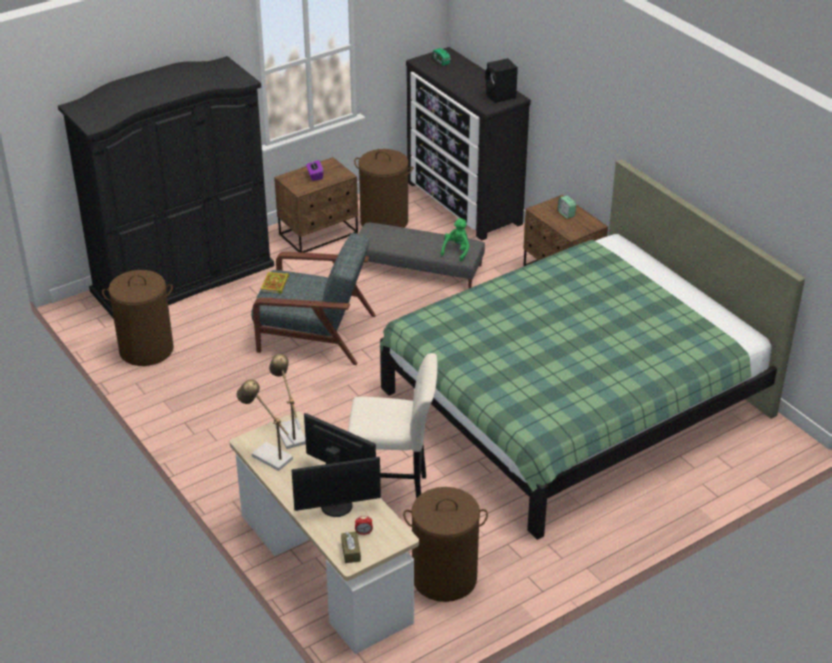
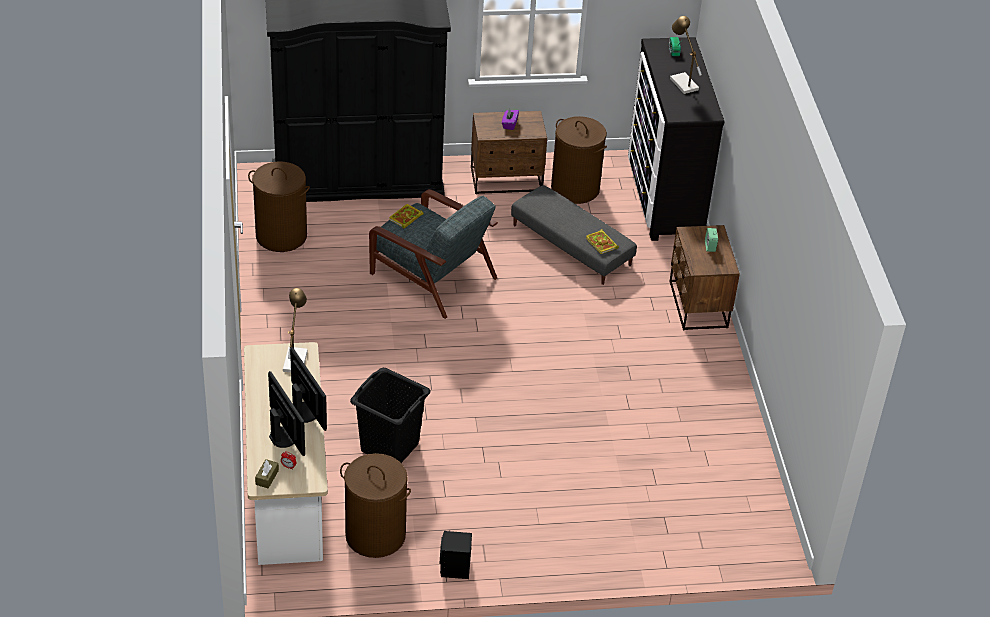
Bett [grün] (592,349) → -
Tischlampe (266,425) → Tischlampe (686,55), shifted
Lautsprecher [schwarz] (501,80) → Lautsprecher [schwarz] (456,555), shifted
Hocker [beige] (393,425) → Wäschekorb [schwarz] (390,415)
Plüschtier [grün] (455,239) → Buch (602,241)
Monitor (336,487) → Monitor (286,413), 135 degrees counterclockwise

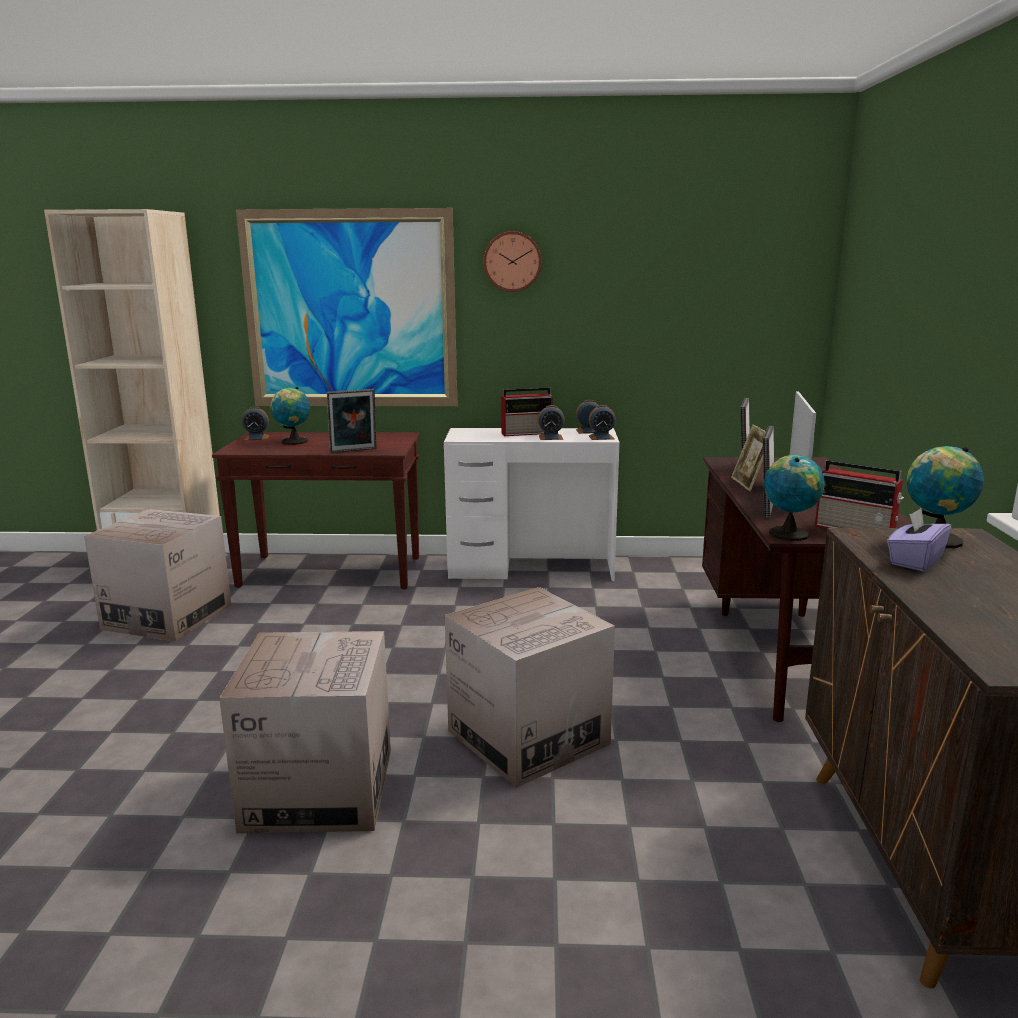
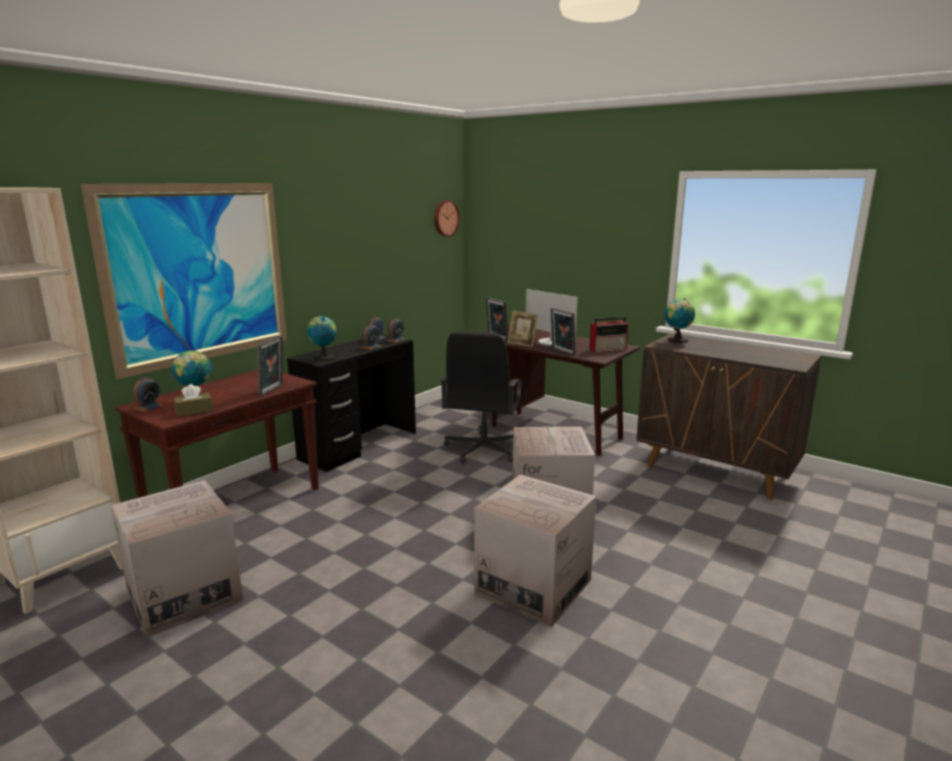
Radio (527,411) → -
Taschentuchbox [lila] (919,539) → -
- → Taschentuchbox [braun] (193,400)
- → Bürostuhl [schwarz] (481,397)
Wanduhr (512,261) → Wanduhr (447,218), shifted
Globus (794,498) → Globus (322,338), shifted
Schreibtisch [weiß] (532,504) → Schreibtisch [schwarz] (351,403)

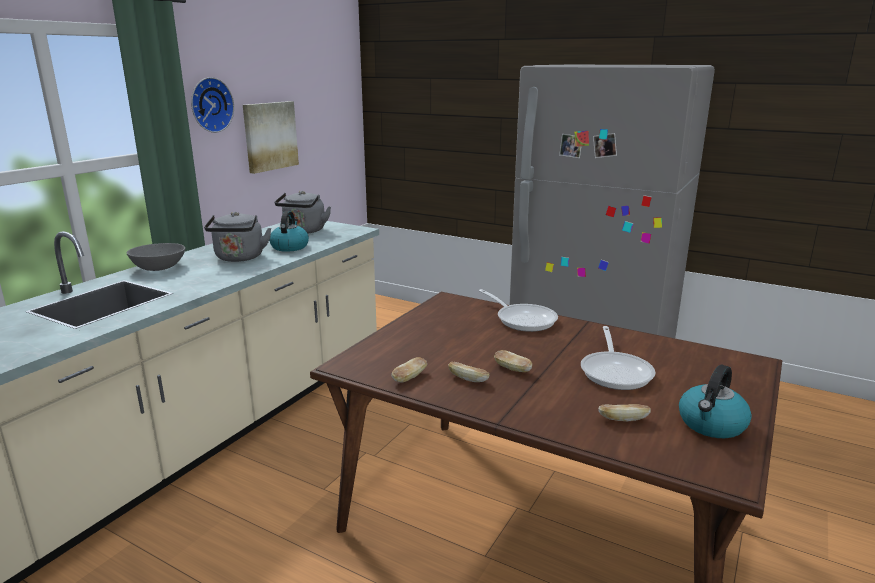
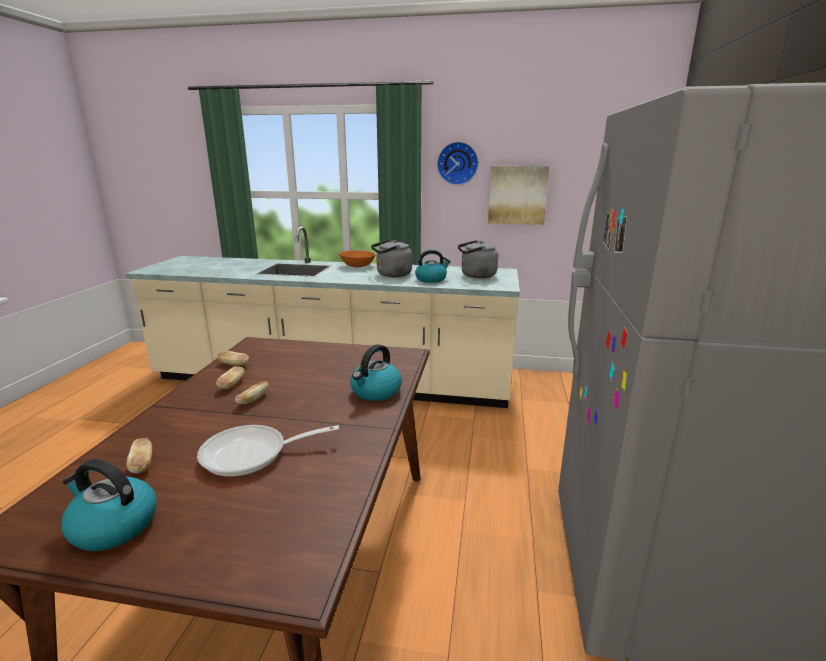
Pfanne (518,310) → Wasserkessel (376,372)
Schüssel [grau] (156,257) → Schüssel [orange] (357,258)

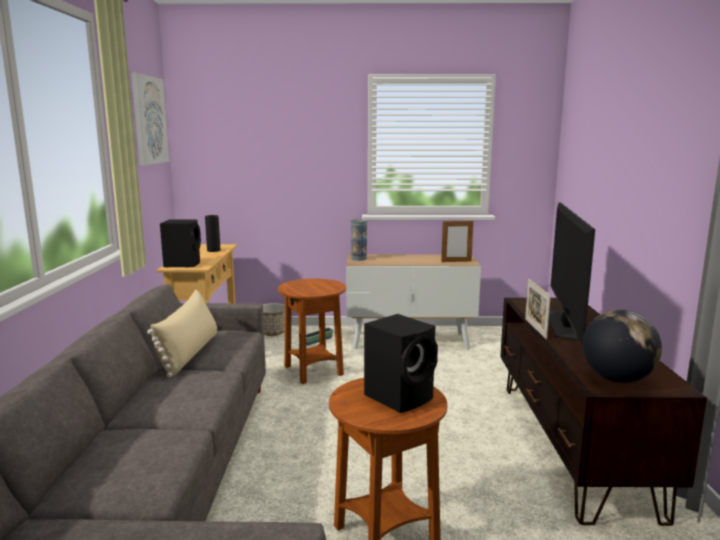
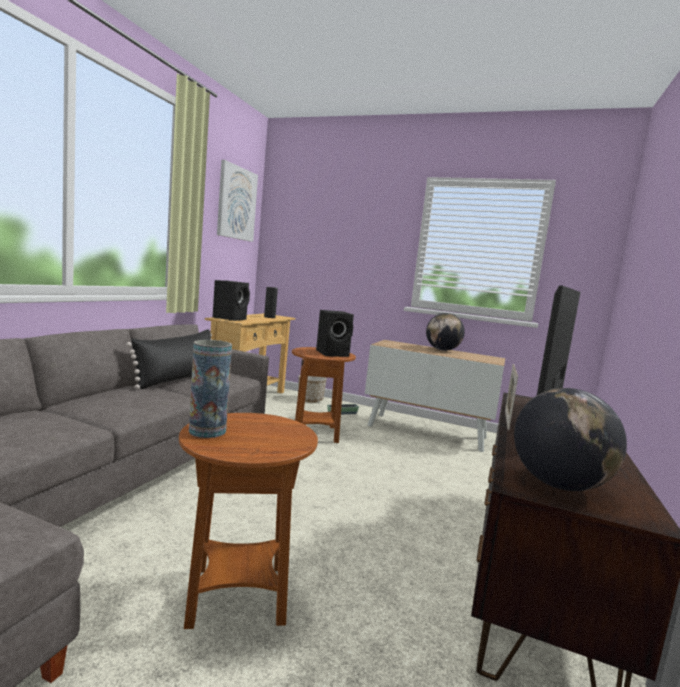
Bilderrahmen (457,241) → -
- → Globus (445,332)
Vase (359,240) → Vase (210,389), shifted
Lautsprecher [schwarz] (401,363) → Lautsprecher [schwarz] (335,333), shifted
Kissen [beige] (182,334) → Kissen [schwarz] (169,359)

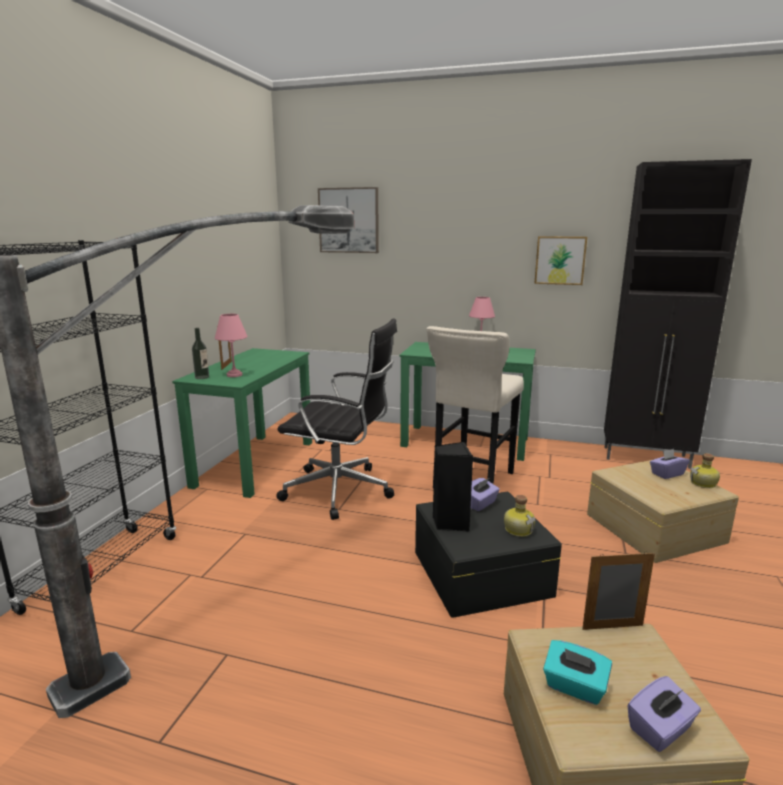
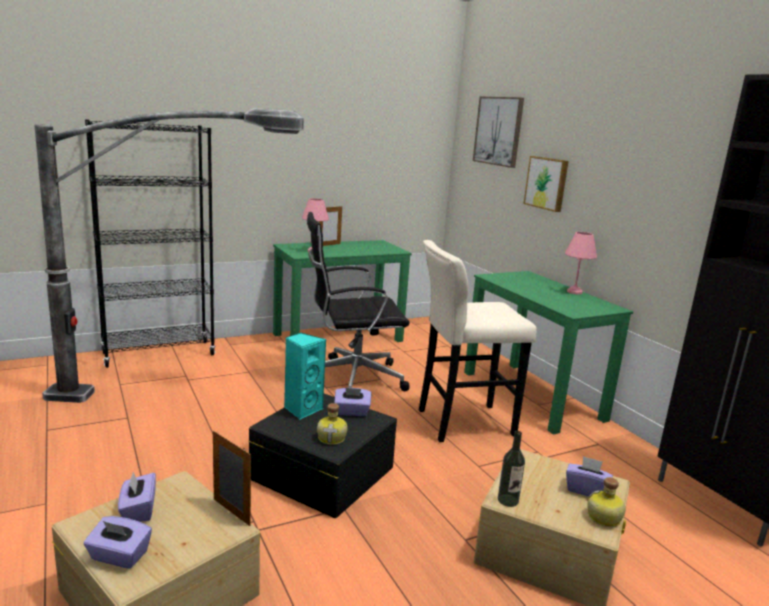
Flasche (200,353) → Flasche (511,469), shifted
Bild (560,260) → Bild (545,184), shifted
Lautsprecher [schwarz] (453,487) → Lautsprecher [türkis] (305,375)
Taschentuchbox [türkis] (577,672) → Taschentuchbox [lila] (137,497)
Bürostuhl [schwarz] (336,419) → Bürostuhl [schwarz] (358,301), 105 degrees clockwise

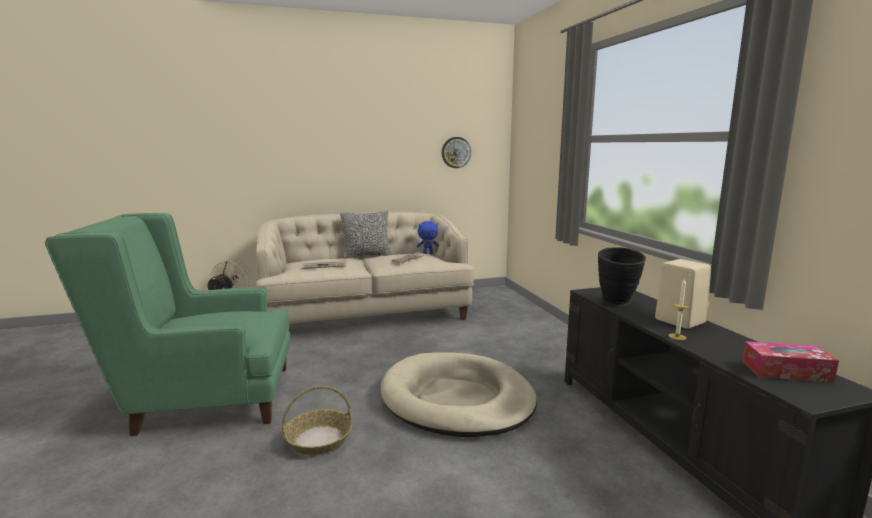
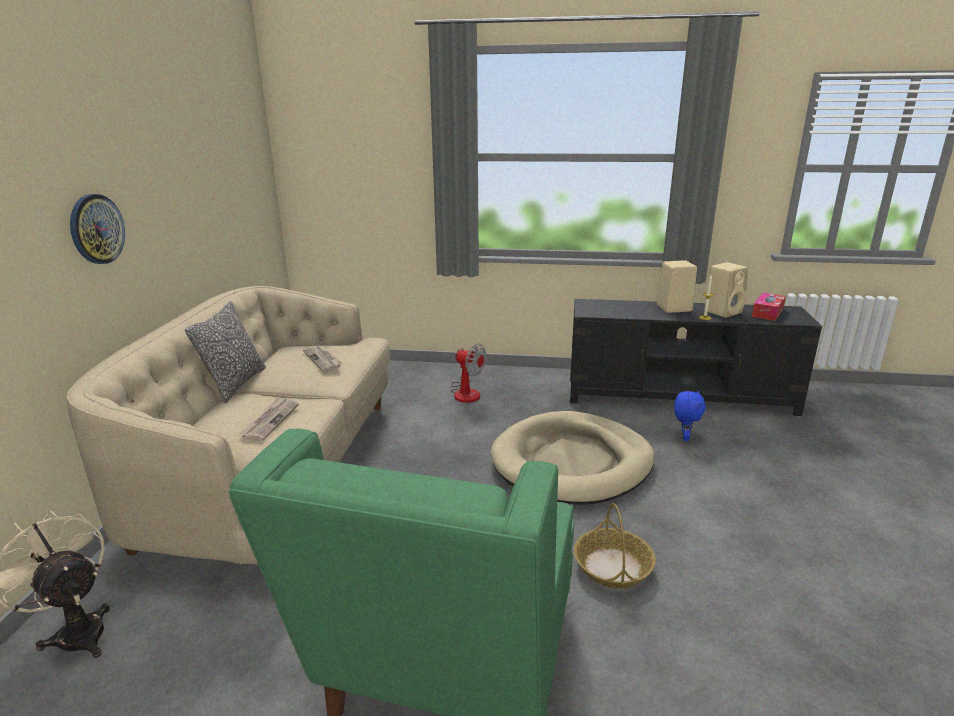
Vase [schwarz] (622,276) → -
- → Ventilator (469,373)
- → Lautsprecher [beige] (726,290)
Plüschtier [blau] (428,237) → Plüschtier [blau] (690,415), shifted
Wanduhr (456,152) → Wanduhr (97,229), shifted

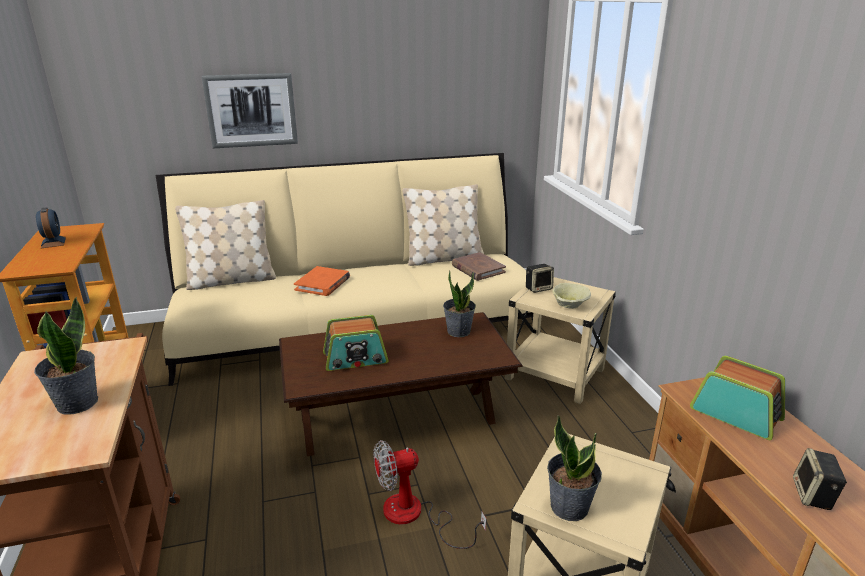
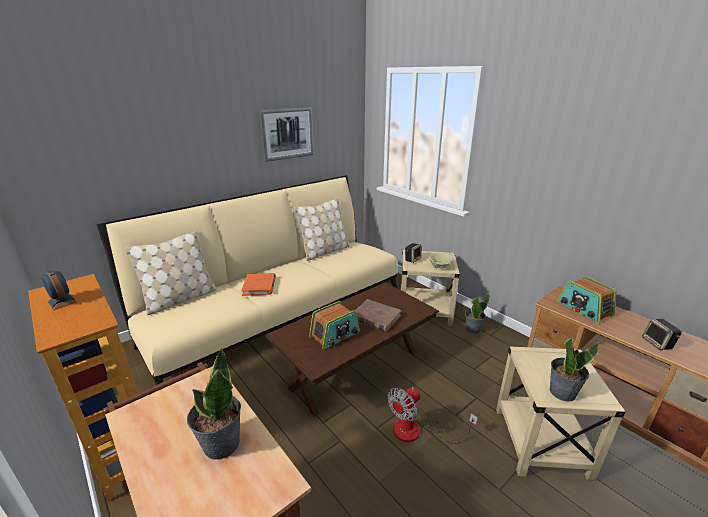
Bild (249,110) → Bild (286,134), shifted
Topfpflanze (459,304) → Topfpflanze (477,314), shifted
Buch [braun] (479,266) → Buch [braun] (378,315), shifted
Radio (737,398) → Radio (586,299), 135 degrees counterclockwise

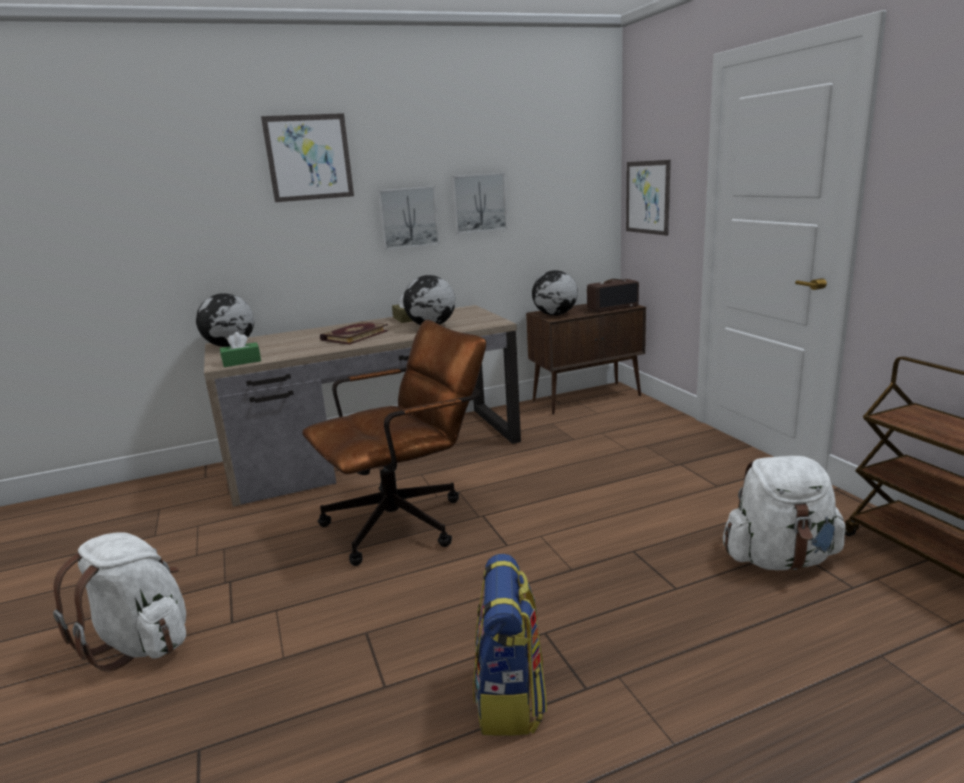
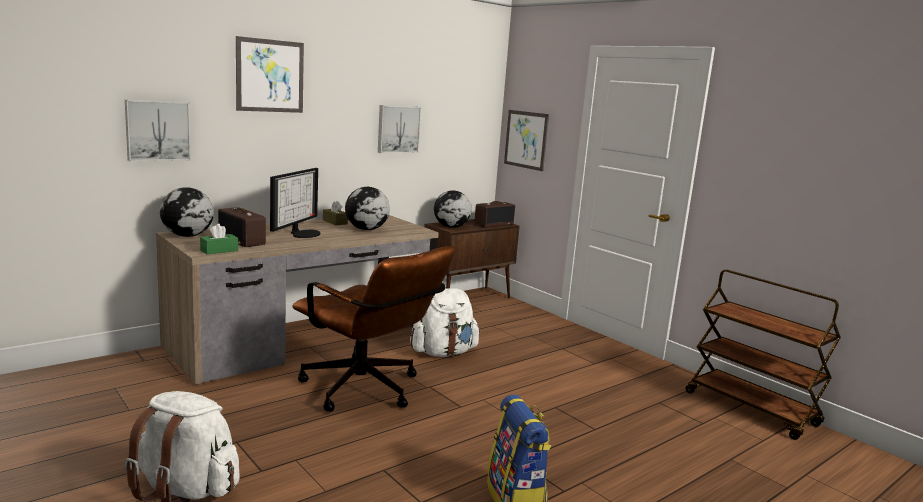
- → Radio (242,227)
Bild (409,218) → Bild (158,130), shifted
Rucksack [weiß] (784,513) → Rucksack [weiß] (445,322), shifted
Buch (354,333) → Monitor (295,203)
Bürostuhl [braun] (394,443) → Bürostuhl [braun] (373,329), 90 degrees clockwise

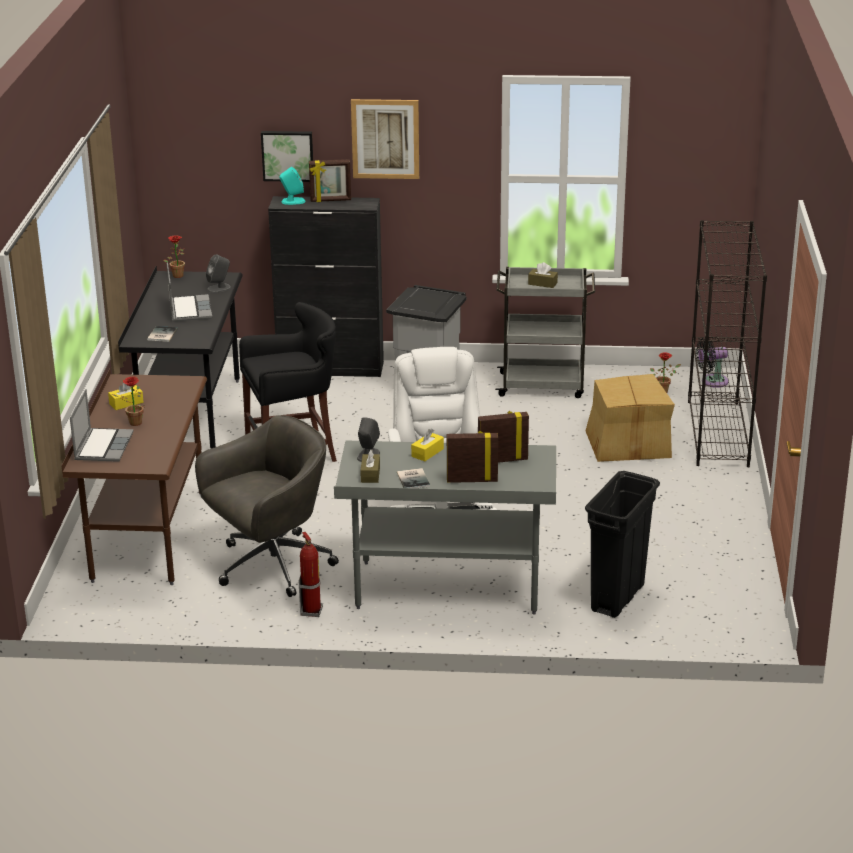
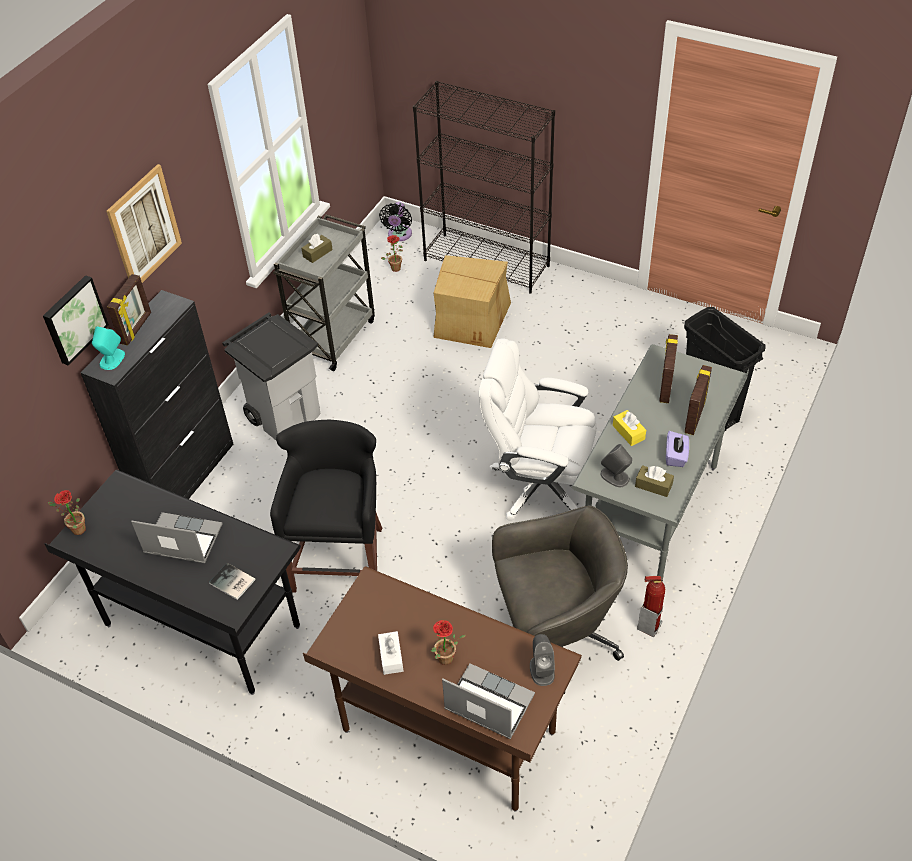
Lautsprecher [grau] (218,273) → Lautsprecher [grau] (542,660), shifted
Buch (413,478) → Taschentuchbox [lila] (677,449)
Taschentuchbox [gelb] (125,396) → Taschentuchbox [weiß] (390,653)
Bürostuhl [grau] (267,506) → Bürostuhl [grau] (560,600), 90 degrees clockwise

